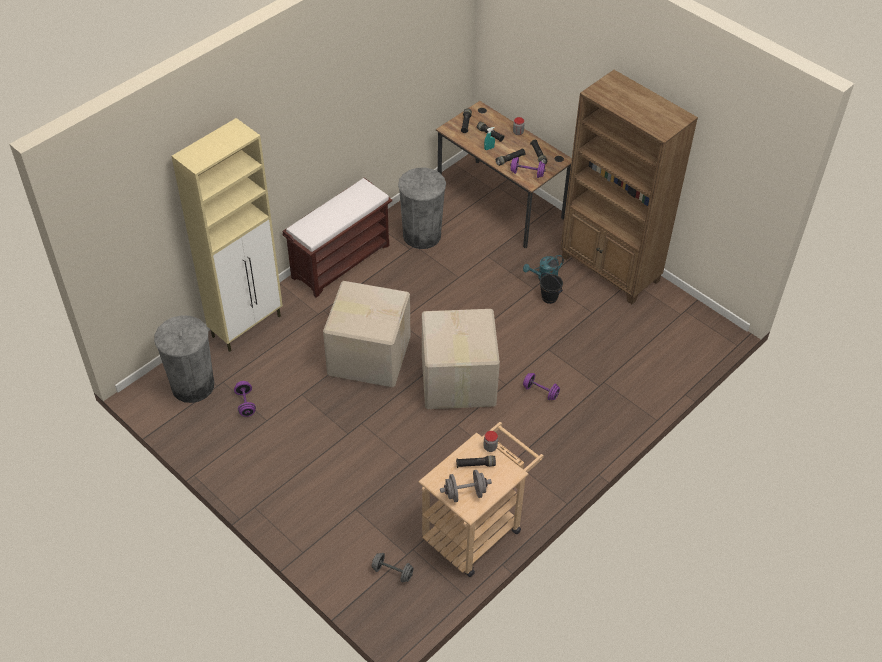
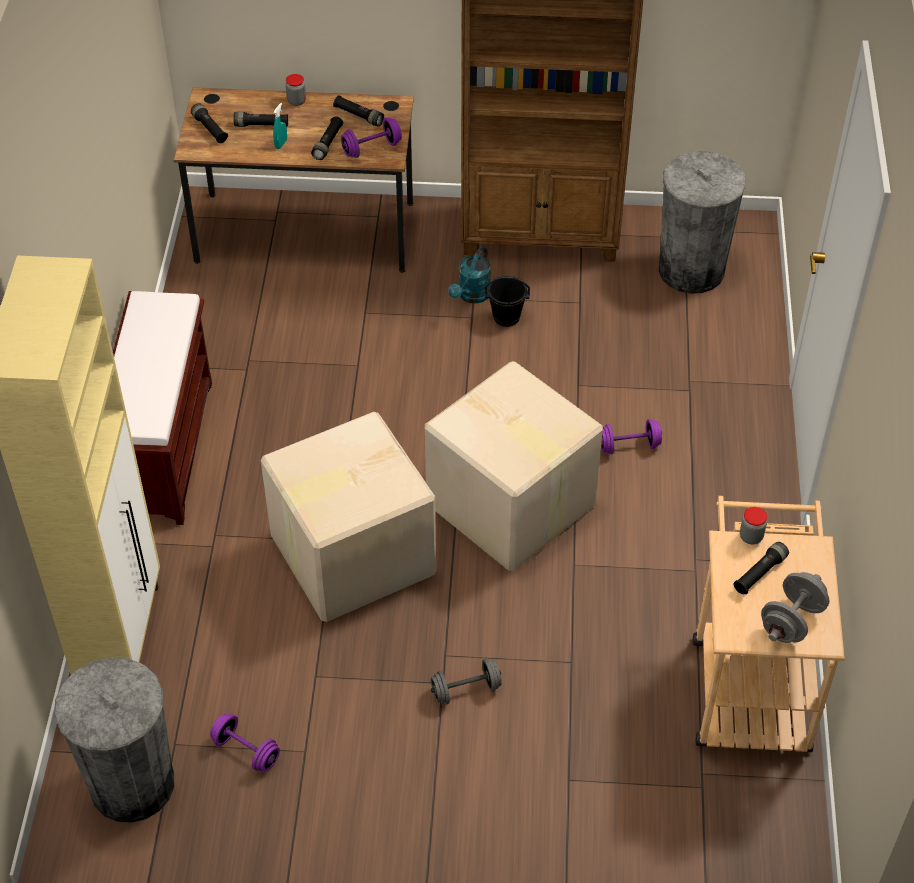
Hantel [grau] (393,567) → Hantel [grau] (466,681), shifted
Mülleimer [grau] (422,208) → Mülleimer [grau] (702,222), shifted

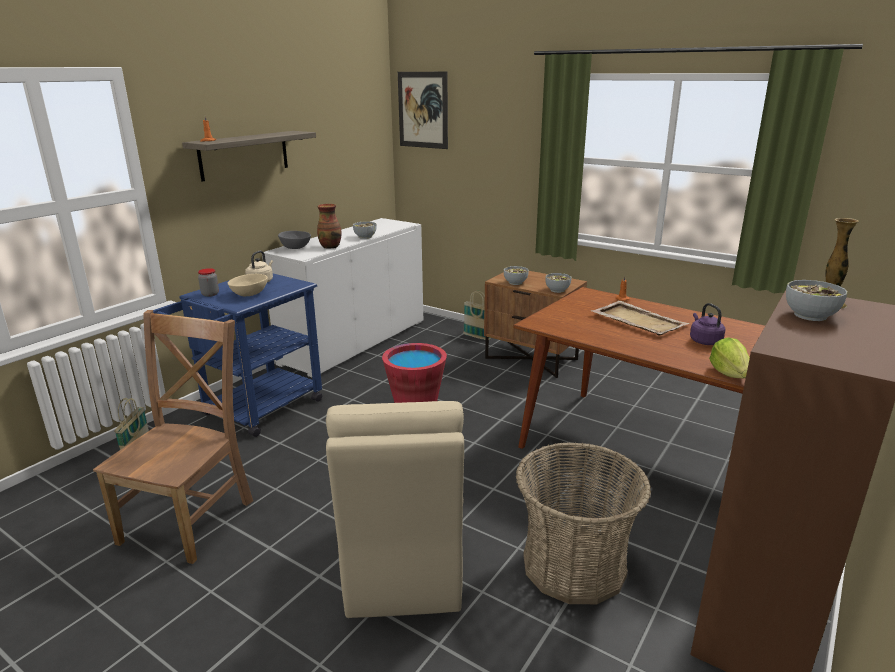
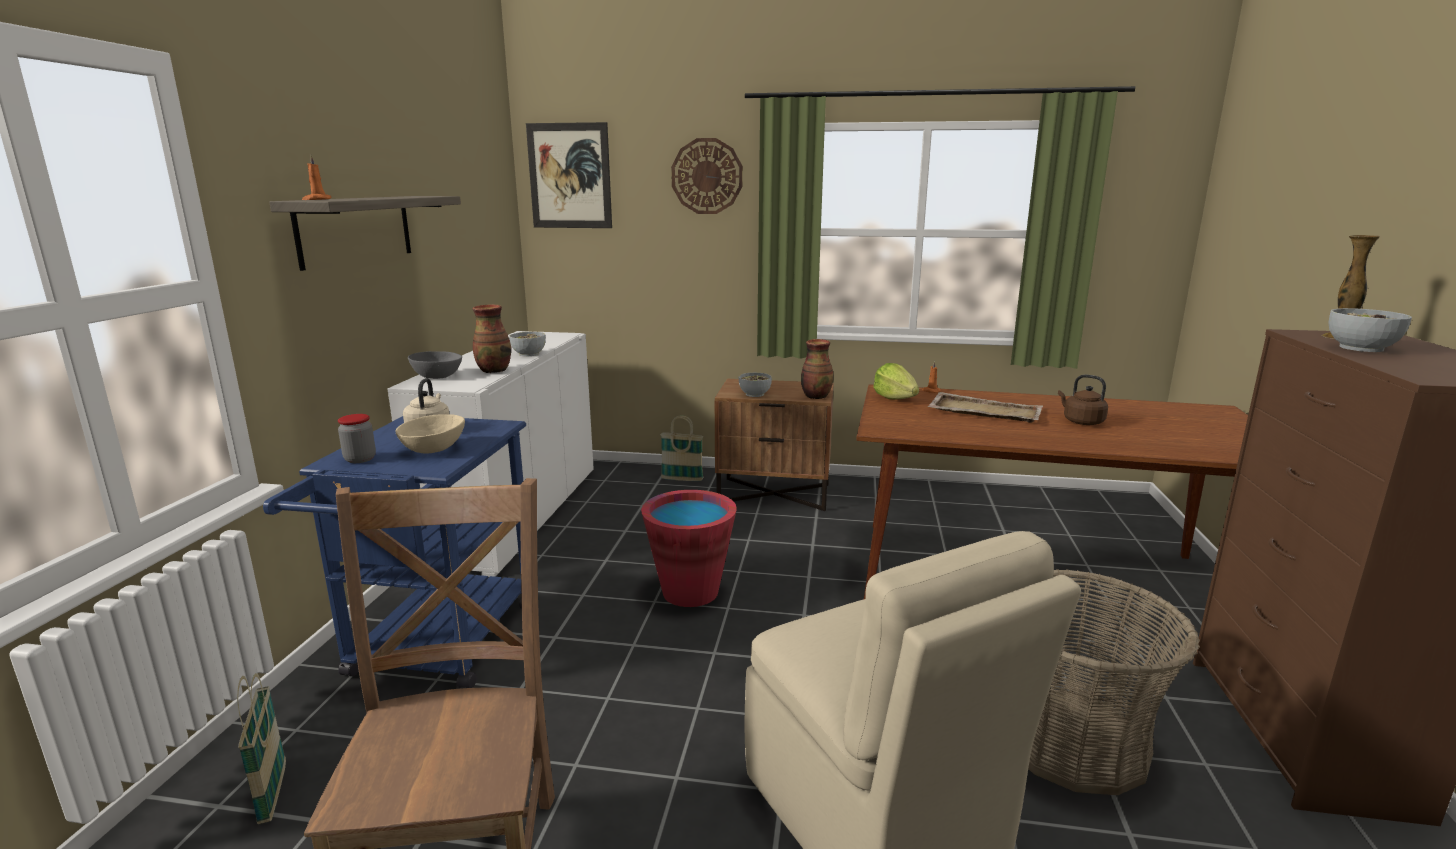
- → Wanduhr (707,176)
Salatkopf (729,357) → Salatkopf (896,381), shifted
Schüssel (558,283) → Vase (817,369)
Wasserkessel [lila] (708,324) → Wasserkessel [braun] (1083,399)

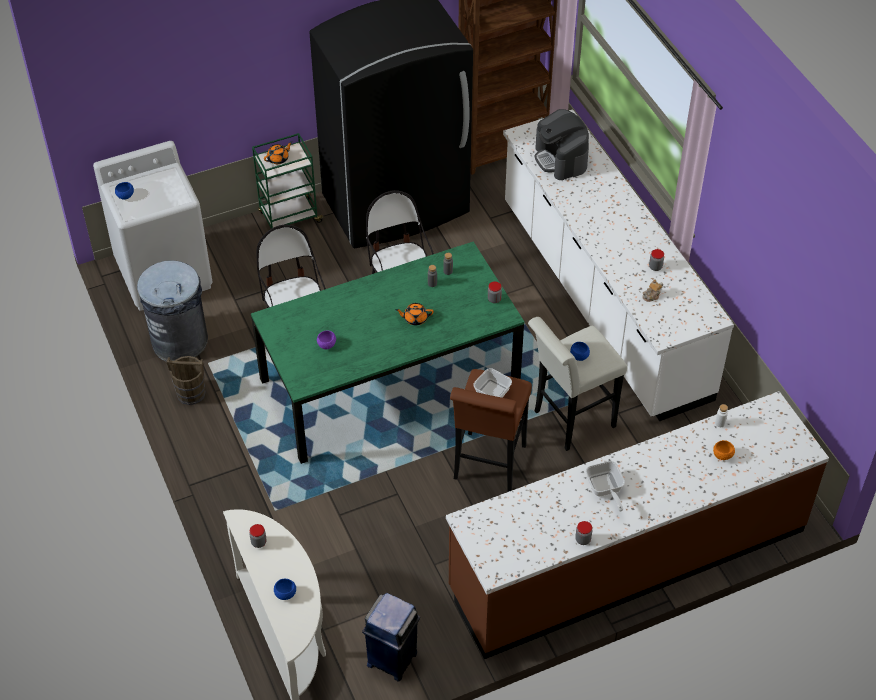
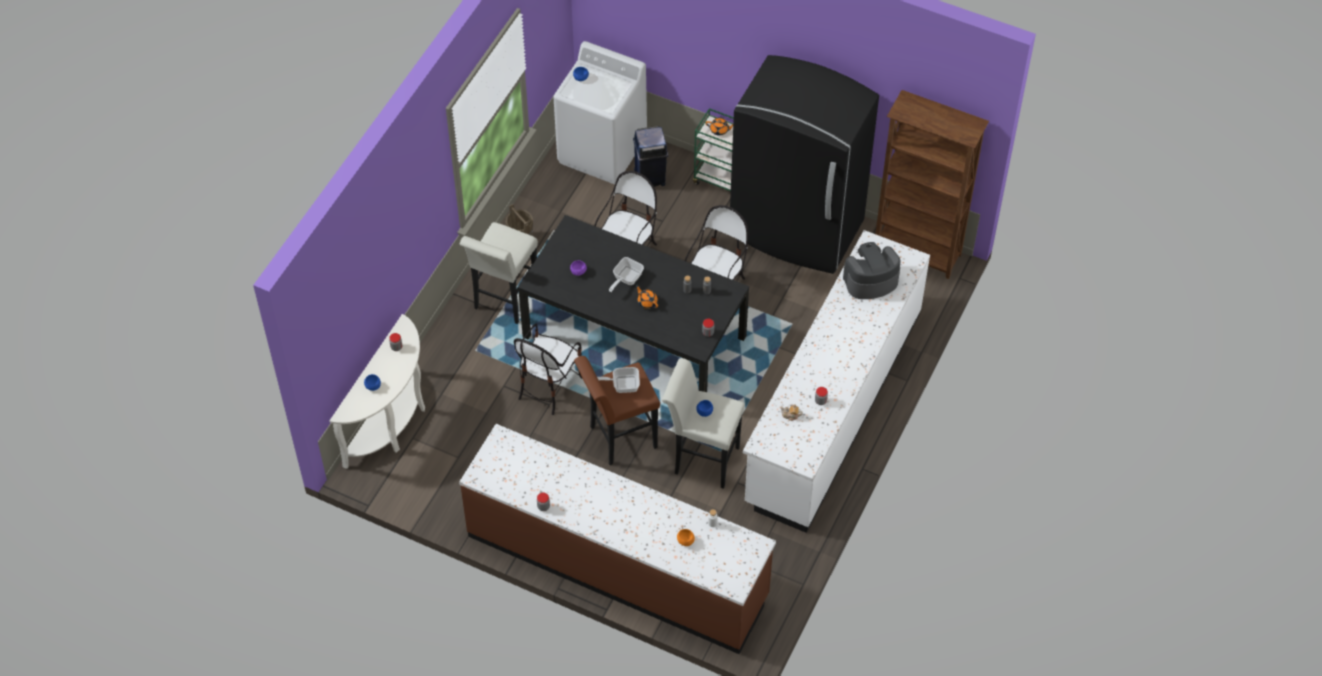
Mülleimer [grau] (172,310) → -
- → Hocker [weiß] (499,273)
- → Stuhl (548,369)
Mülleimer [blau] (391,637) → Mülleimer [blau] (650,156), shifted
Pfanne (605,486) → Pfanne (626,274), shifted
Esstisch [grün] (388,353) → Esstisch [schwarz] (633,303)
Kaffeemaschine (562,144) → Kaffeemaschine (872,270), 45 degrees clockwise

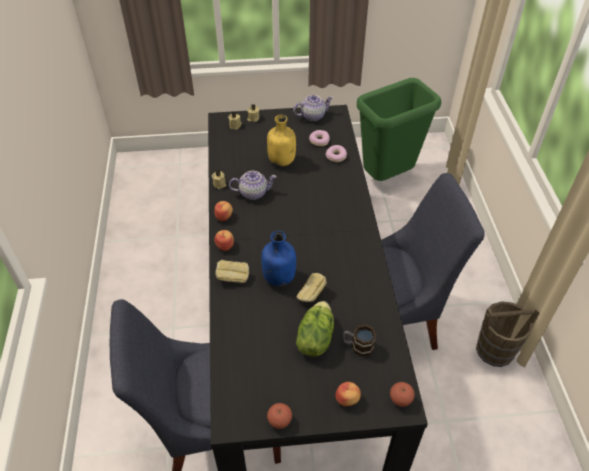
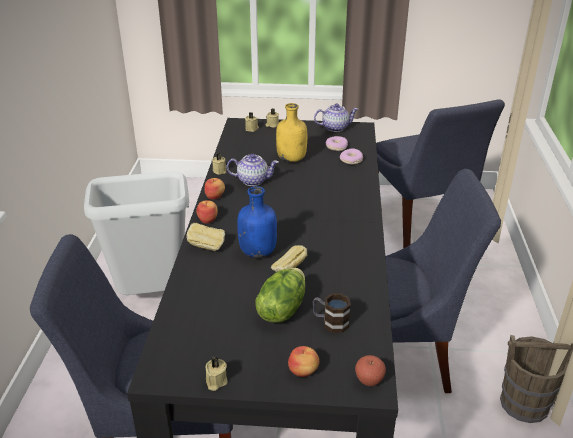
- → Mülleimer [grau] (136,233)
Apfel (279,416) → Kerze [beige] (216,374)
Mülleimer [grün] (399,129) → Stuhl [blau] (440,173)

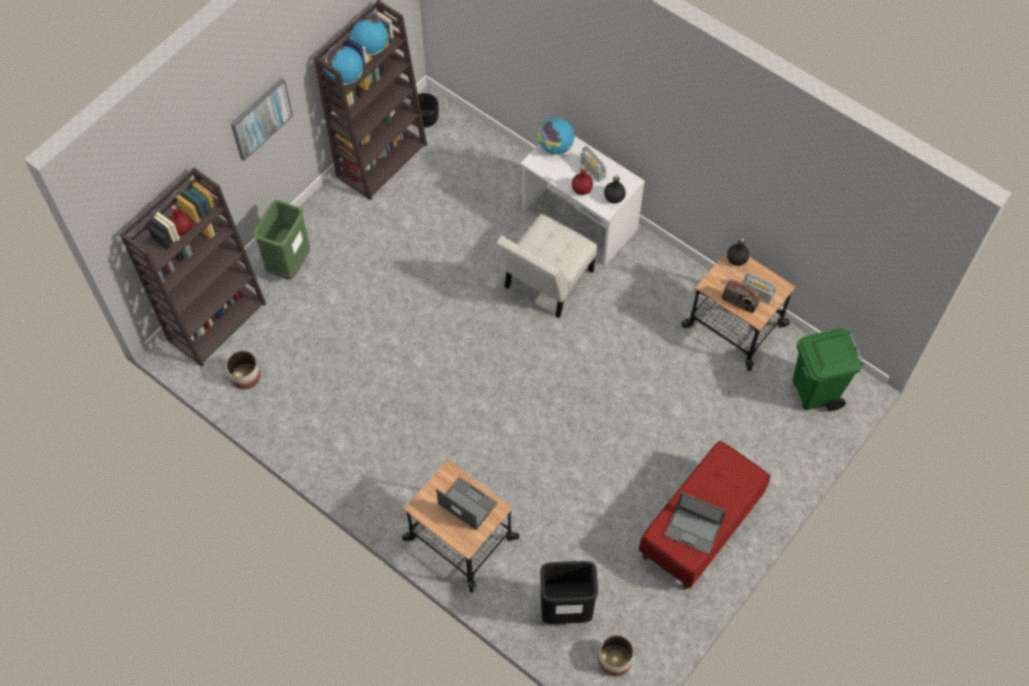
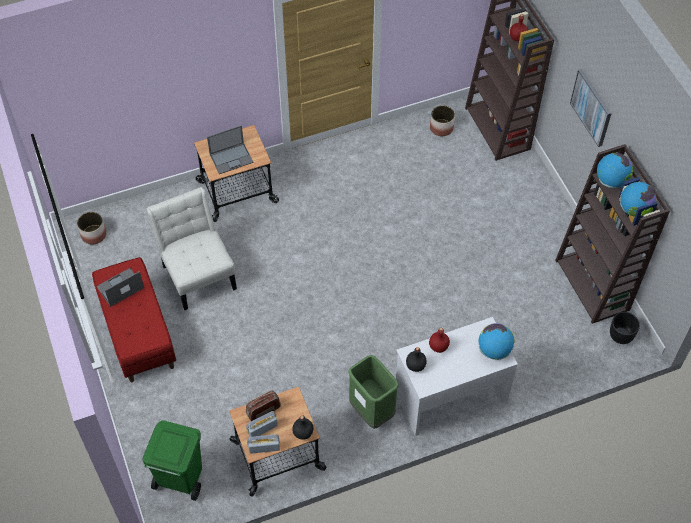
Mülleimer [schwarz] (569,592) → -
Mülleimer [grün] (282,240) → Mülleimer [grün] (373,392), shifted
Stuhl [weiß] (547,266) → Stuhl [weiß] (192,248), shifted
Radio (593,164) → Radio (263,444), shifted

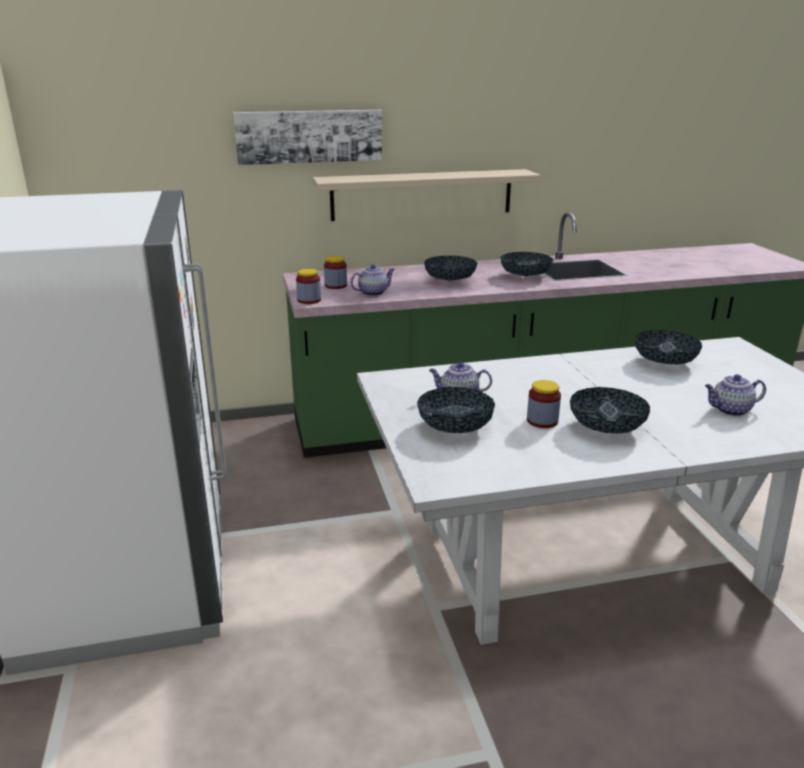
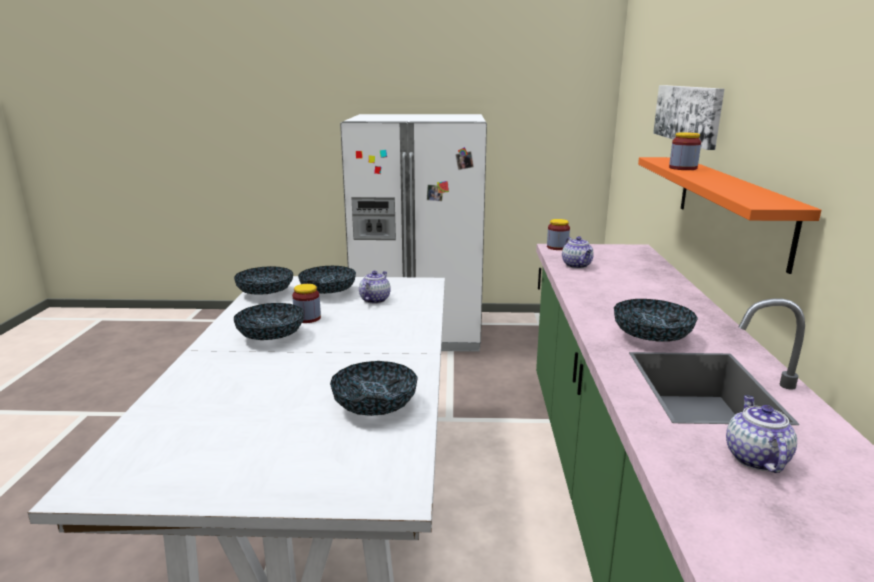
Vorratsglas (335,272) → Vorratsglas (685,151), shifted
Schüssel (450,268) → Schüssel (263,280), shifted
Teekanne (735,395) → Teekanne (761,434), shifted
Wandregal [beige] (427,195) → Wandregal [orange] (729,215)

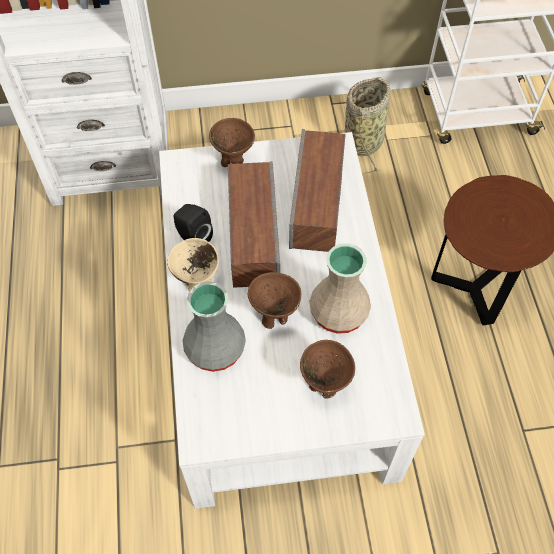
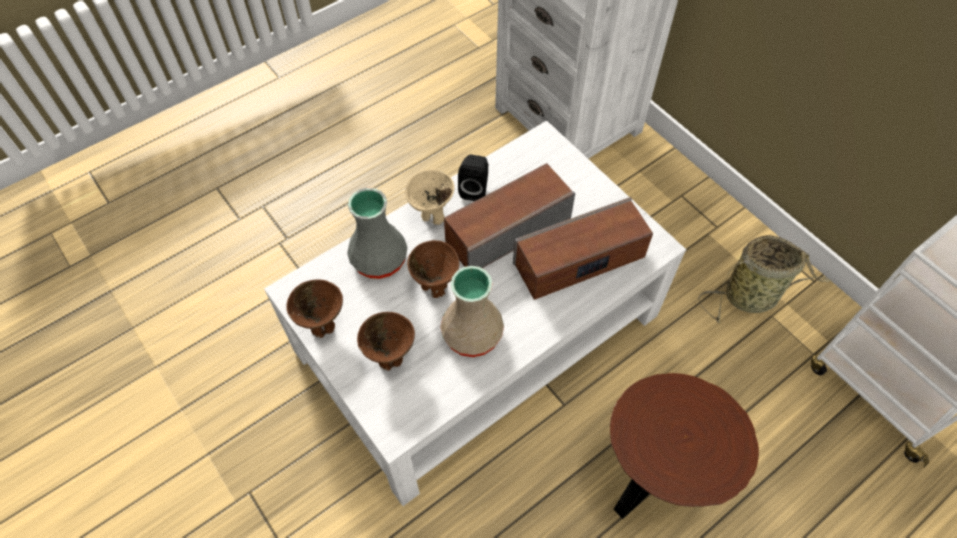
Schüssel [braun] (232,142) → Schüssel [braun] (315,308), shifted

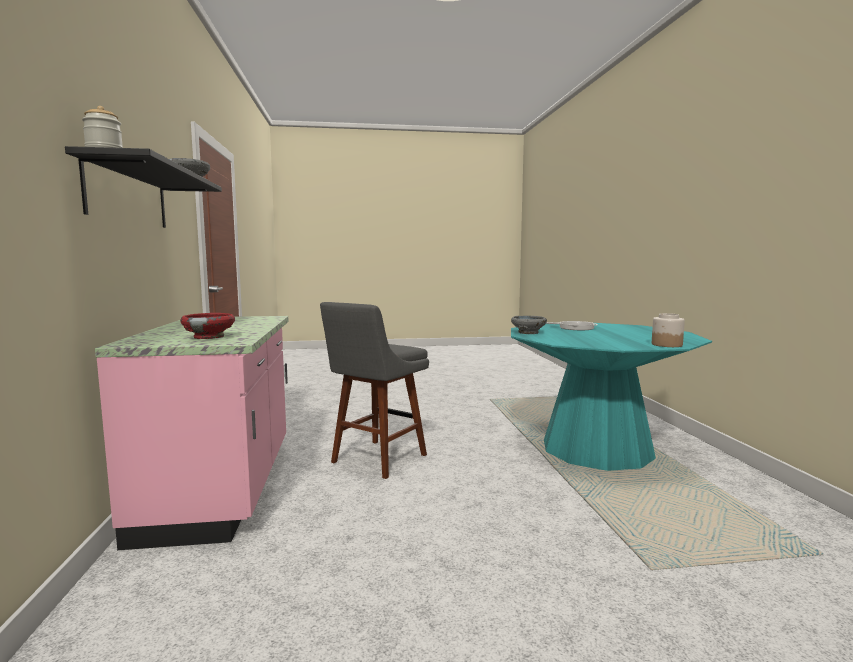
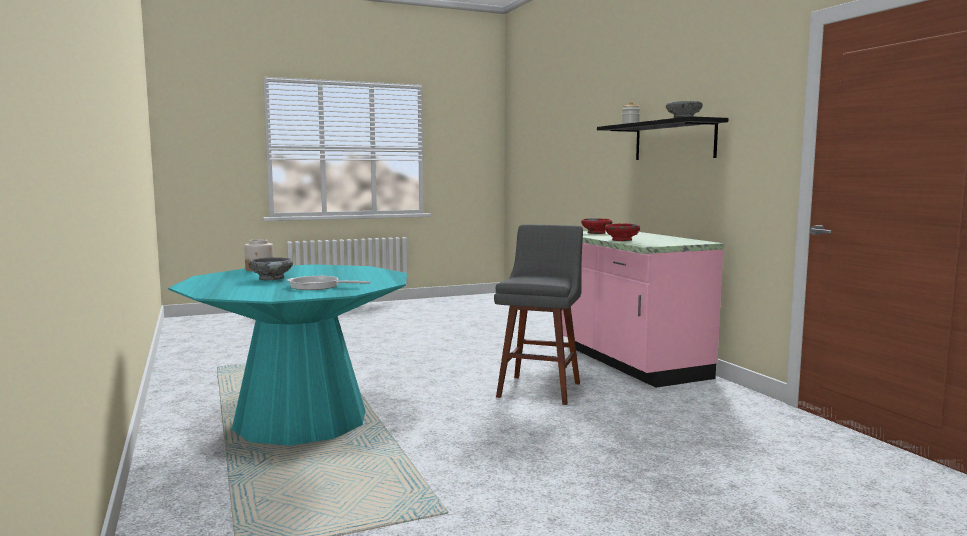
- → Schüssel [rot] (622,232)
Schüssel [grau] (529,325) → Schüssel [grau] (270,268), shifted

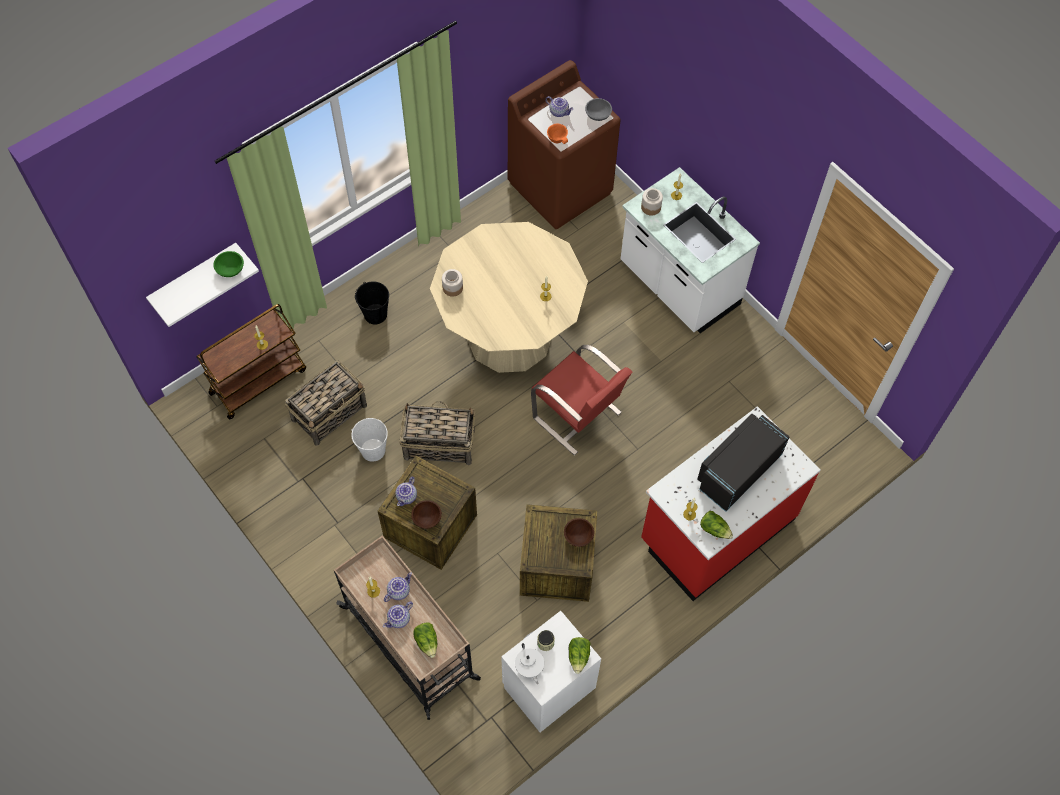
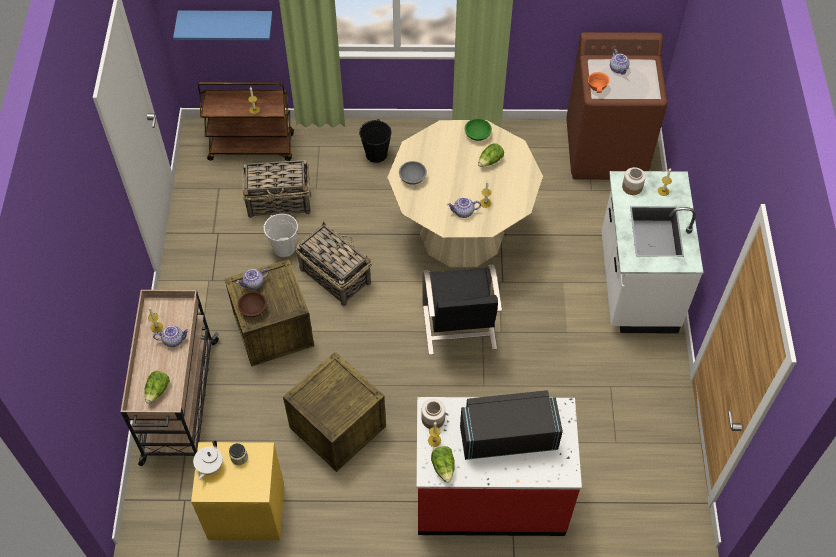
Schüssel [braun] (579,532) → -
Schüssel [grün] (228,264) → Schüssel [grün] (478,129), shifted
Teekanne (398,614) → Teekanne (464,207), shifted
Vorratsglas (452,283) → Vorratsglas (433,414), shifted
Salatkopf (580,655) → Salatkopf (491,155), shifted
Schüssel [grau] (598,109) → Schüssel [grau] (413,173), shifted
Wandregal [weiß] (202,285) → Wandregal [blau] (223,25)
Nachttisch [weiß] (551,671) → Nachttisch [gelb] (237,491)
Stuhl [rot] (581,400) → Stuhl [schwarz] (462,310)

